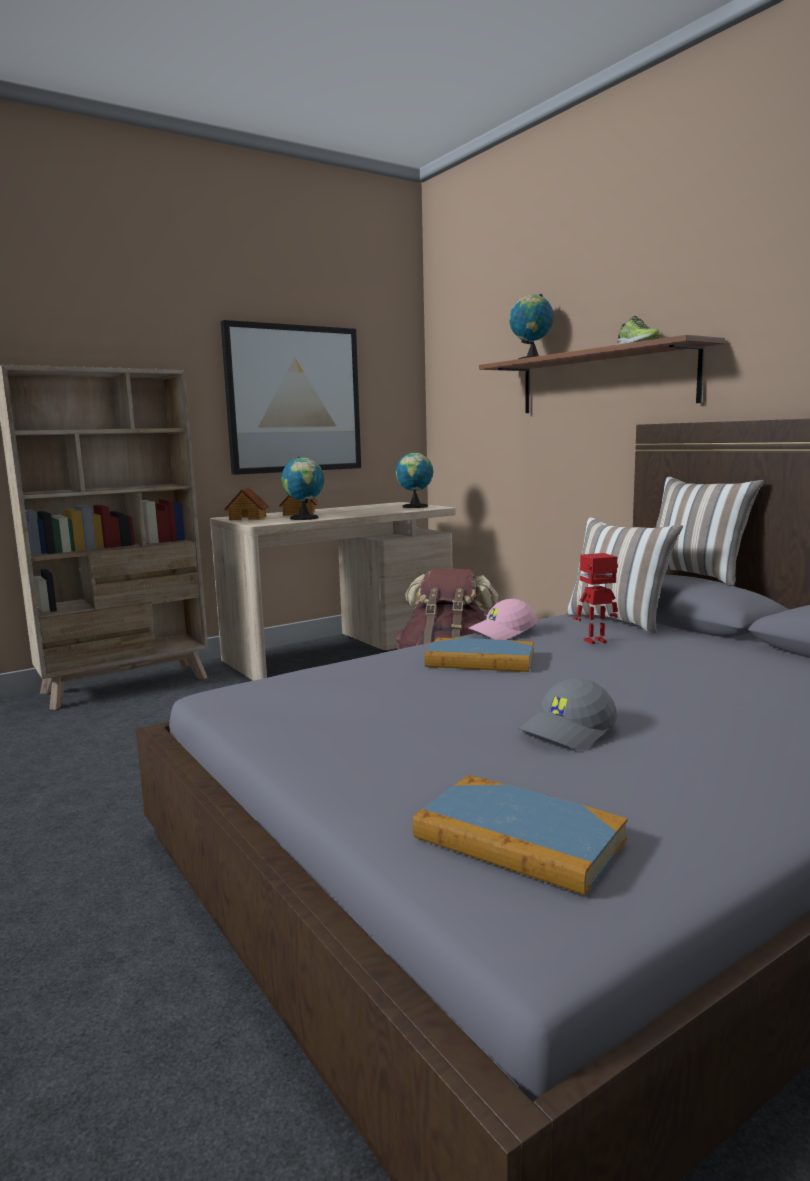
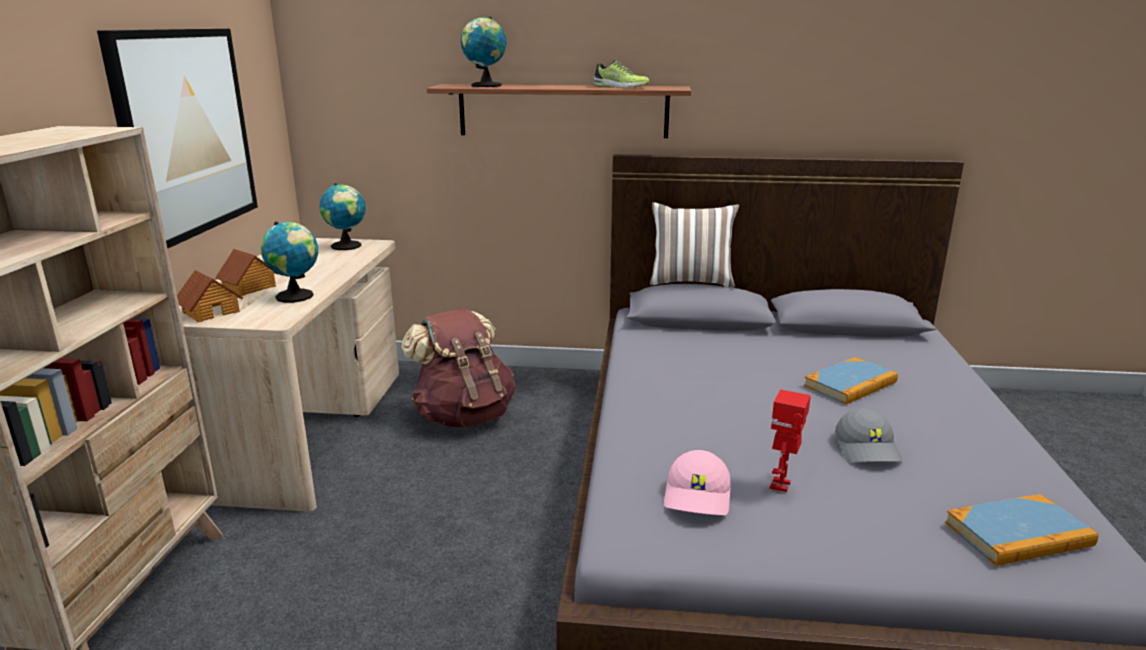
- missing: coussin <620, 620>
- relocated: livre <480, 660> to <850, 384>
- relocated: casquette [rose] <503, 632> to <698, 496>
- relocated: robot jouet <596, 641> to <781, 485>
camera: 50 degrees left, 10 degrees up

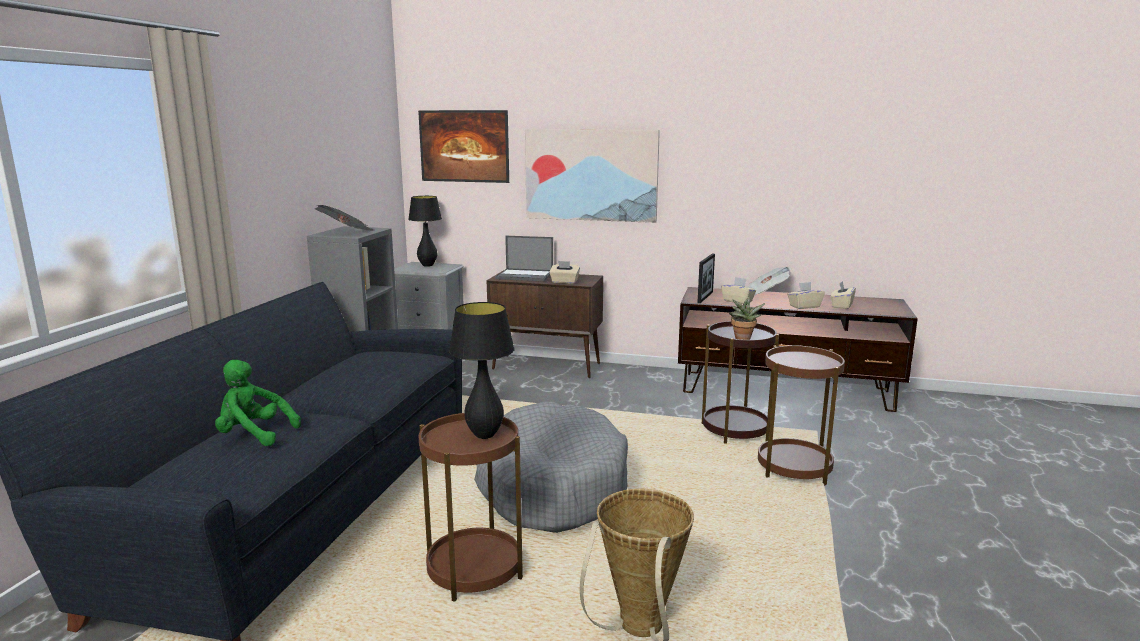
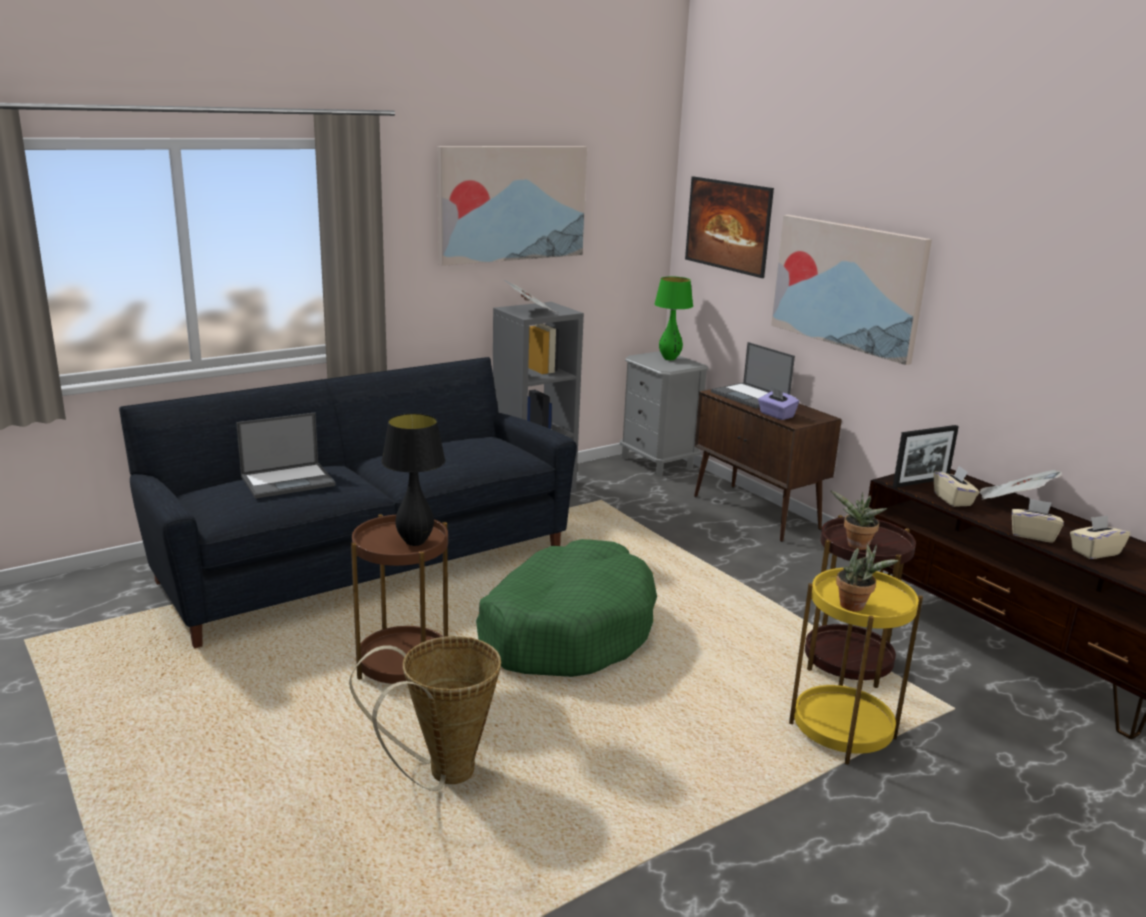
- appeared: tableau <512, 203>
- appeared: plante en pot <856, 606>
- exchanged: peluche [vert] <254, 435> to ordinateur portable <289, 480>
- colour: lampe de table [noir] <427, 265> to lampe de table [vert] <669, 359>
- colour: panier pour chien [gris] <551, 486> to panier pour chien [vert] <567, 630>
- colour: boîte à mouchoirs [beige] <564, 282> to boîte à mouchoirs [violet] <776, 415>
- colour: table d'appoint [marron] <794, 468> to table d'appoint [jaune] <842, 731>
camera: 40 degrees right, 5 degrees up

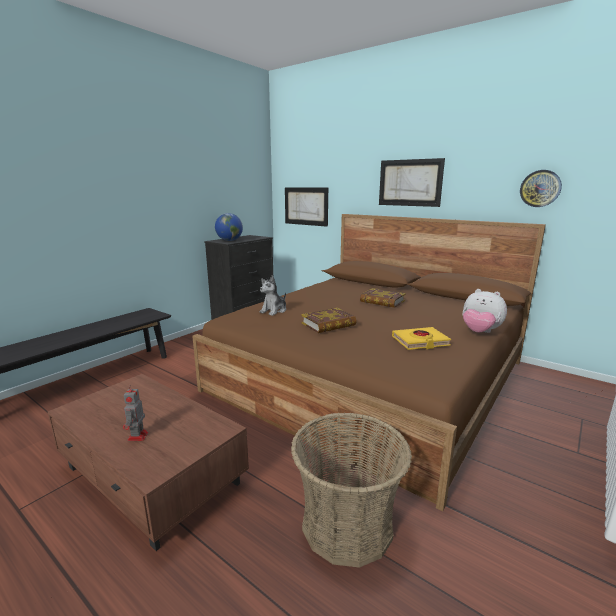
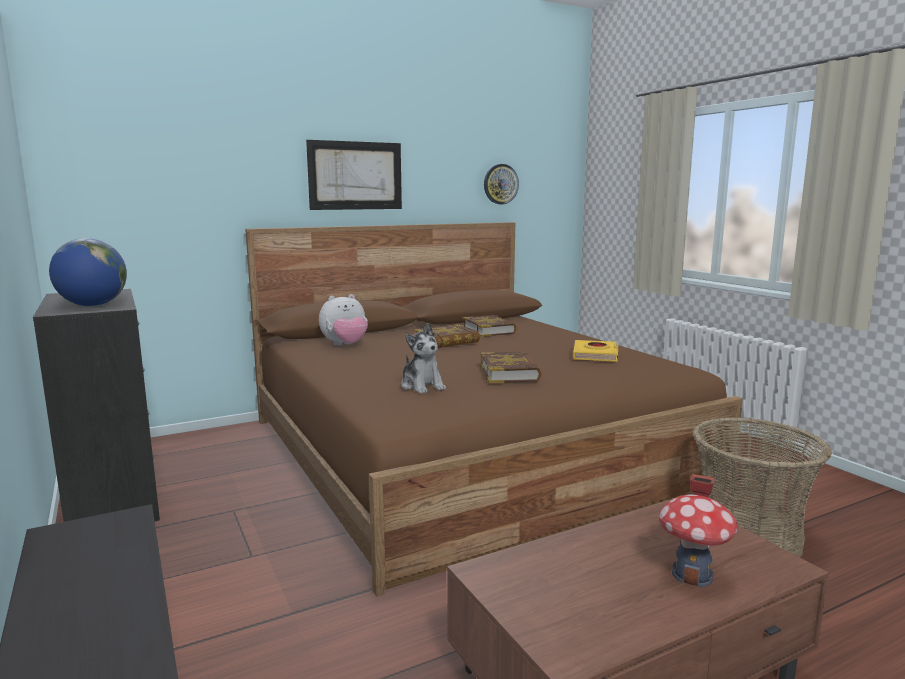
- missing: tableau <306, 206>
- appeared: livre <489, 330>
- relocated: peluche <480, 332> to <345, 345>
- exchanged: robot jouet <137, 437> to maison miniature <692, 575>
camera: 65 degrees left, 5 degrees down

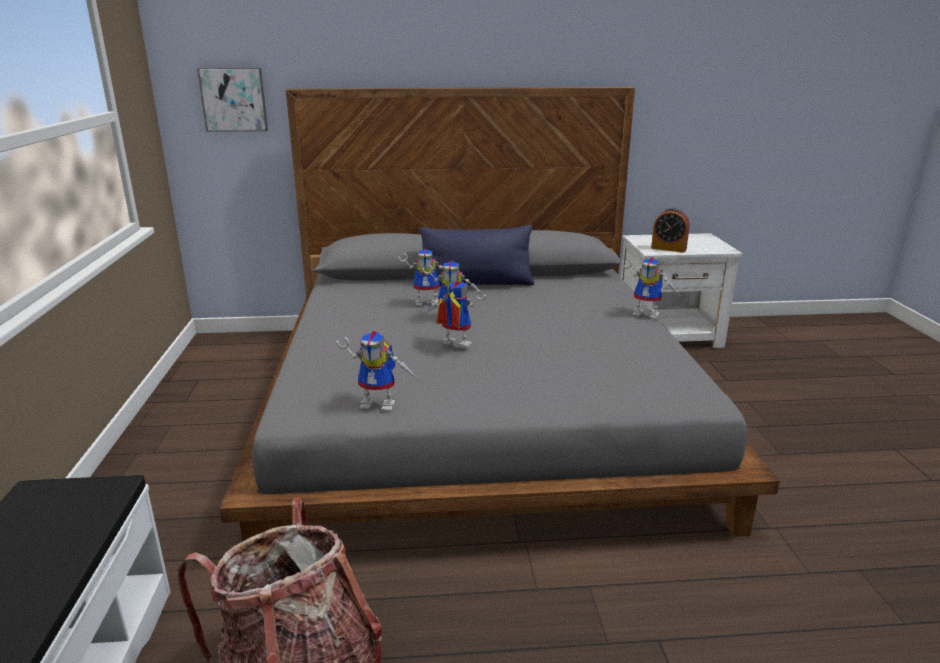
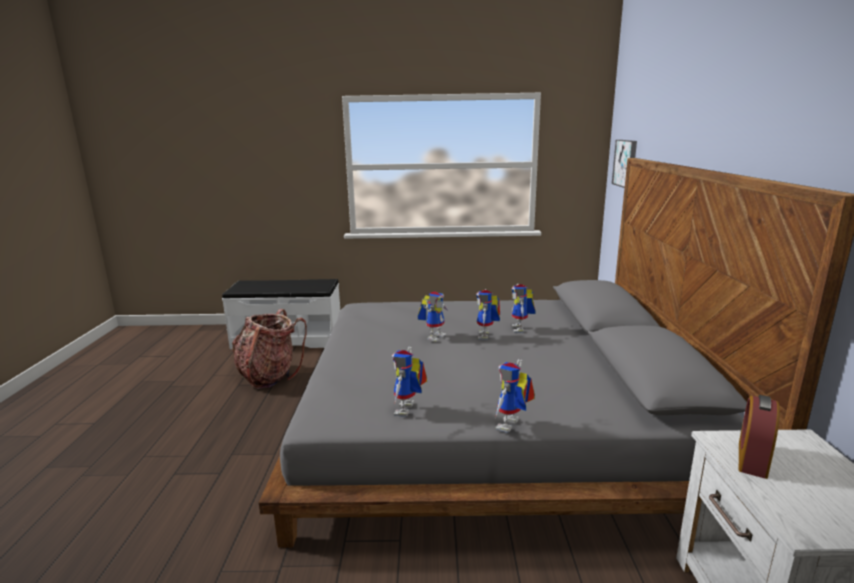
- missing: coussin [bleu] <477, 284>
- relocated: robot jouet <381, 403> to <408, 411>
camera: 95 degrees right, 5 degrees down

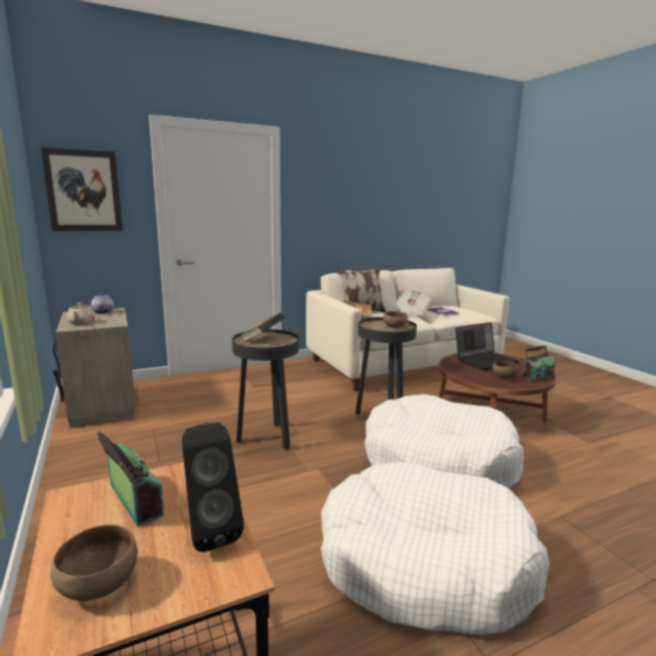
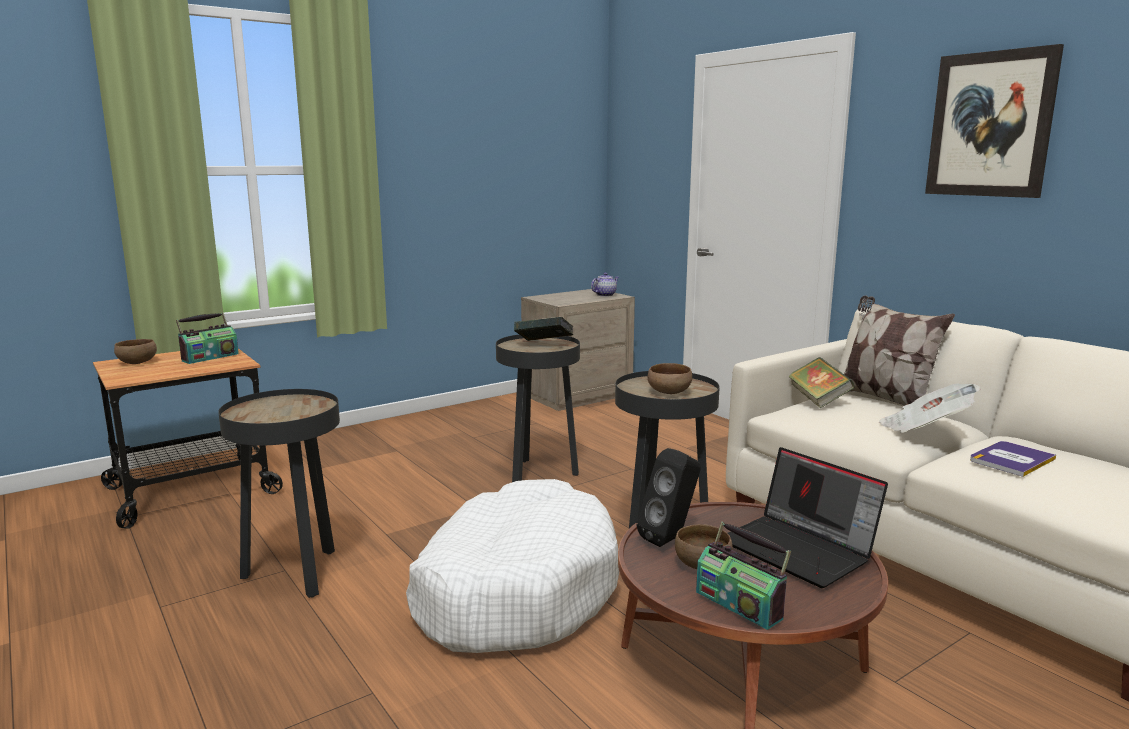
- missing: théière [beige] <81, 322>
- relocated: tableau <84, 191> to <990, 124>
- relocated: enceinte [noir] <210, 530> to <670, 539>
- exchanged: panier pour chien [blanc] <424, 563> to table d'appoint [noir] <296, 575>
camera: 80 degrees right, 0 degrees up

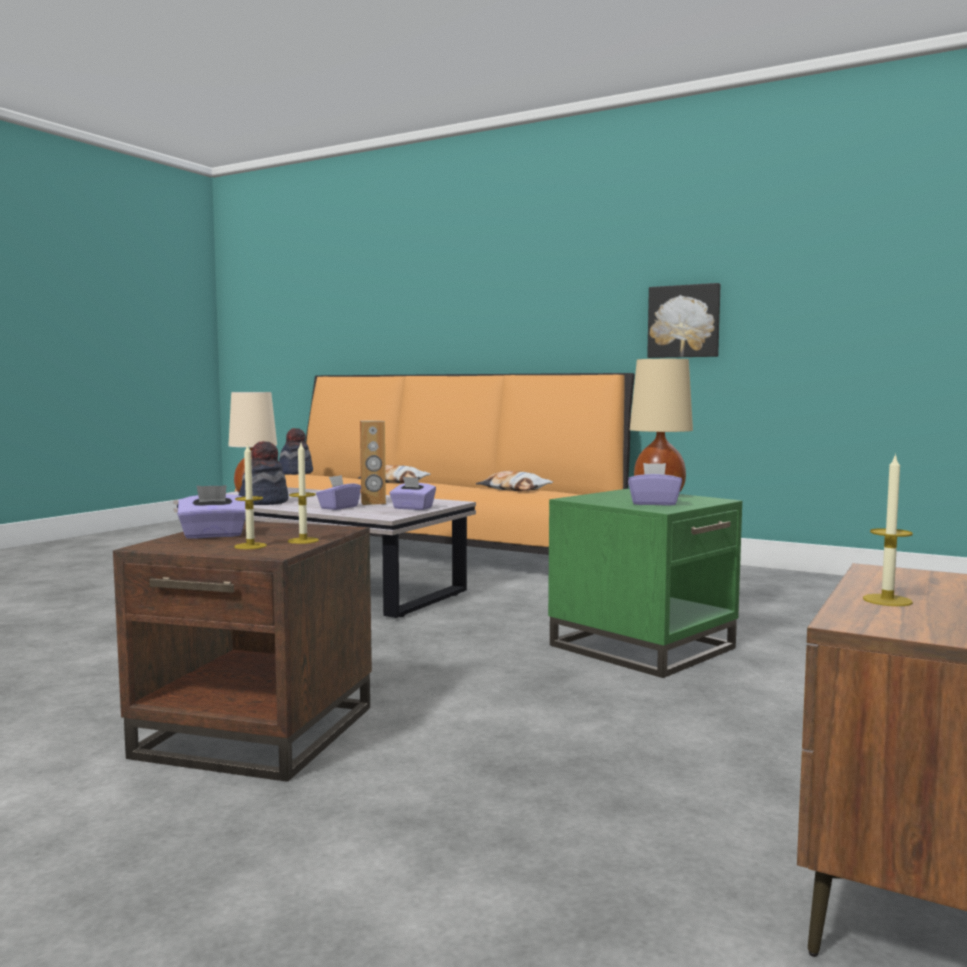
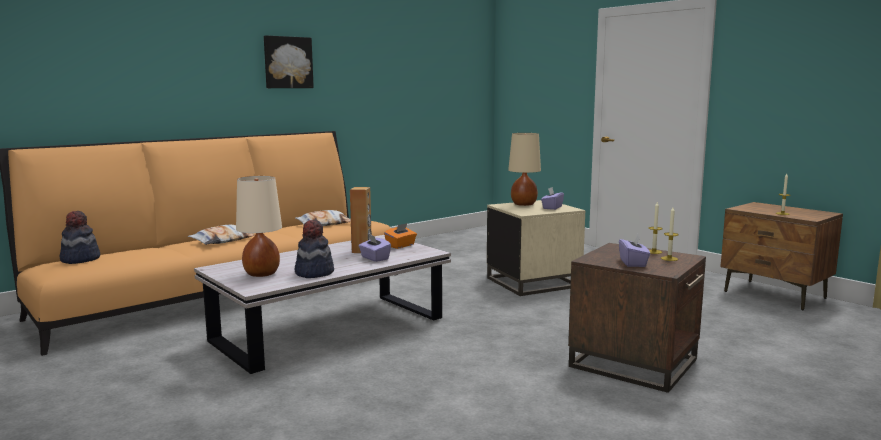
- relocated: tableau <684, 321> to <287, 62>
- colour: boîte à mouchoirs [violet] <412, 508> to boîte à mouchoirs [orange] <401, 246>
- colour: table d'appoint [vert] <643, 646> to table d'appoint [beige] <532, 282>
camera: 70 degrees left, 5 degrees up

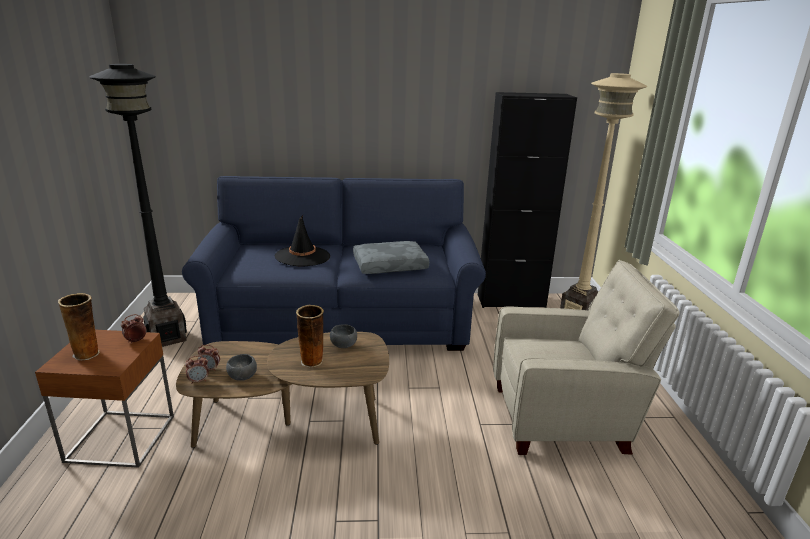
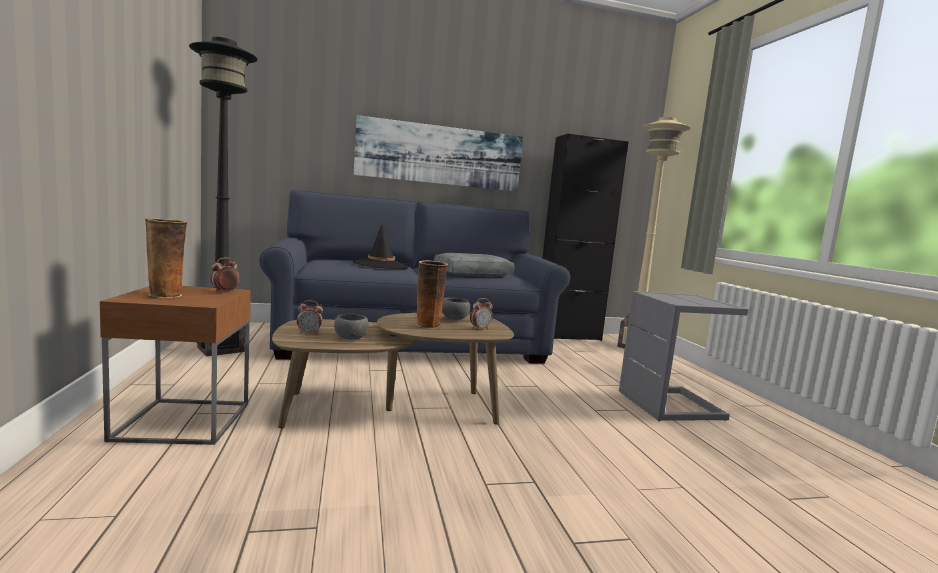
- appeared: tableau <440, 155>
- relocated: réveil <199, 381> to <480, 329>
- exchanged: fauteuil [beige] <564, 419> to table d'appoint [gris] <672, 406>
camera: 10 degrees left, 15 degrees down

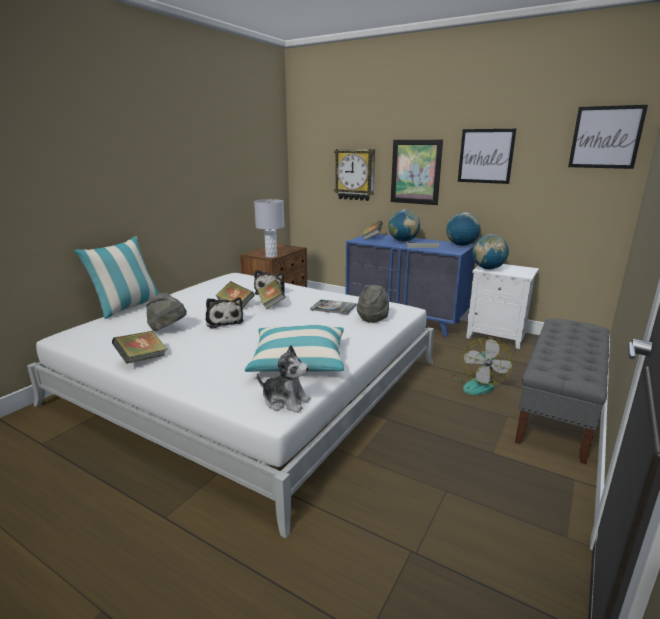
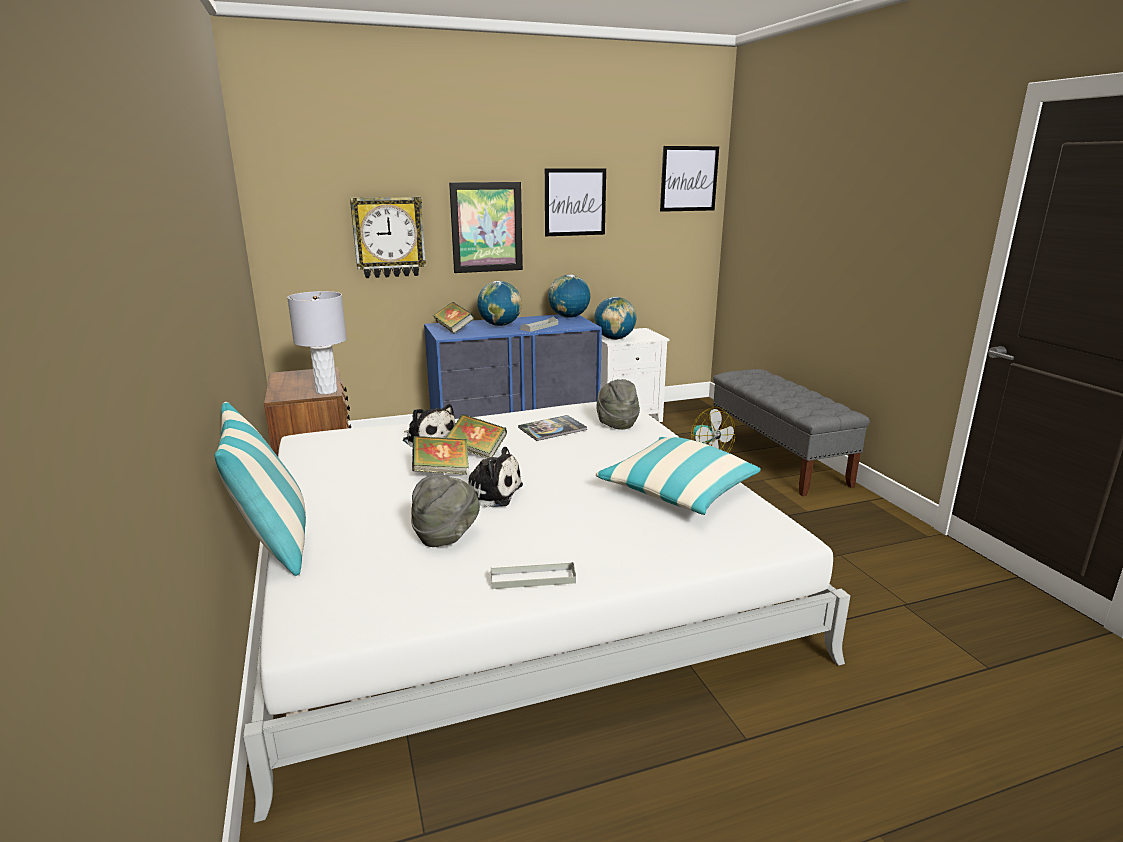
- missing: peluche <285, 401>
- exchanged: livre <142, 359> to plateau [gris] <532, 578>
camera: 50 degrees left, 0 degrees up

